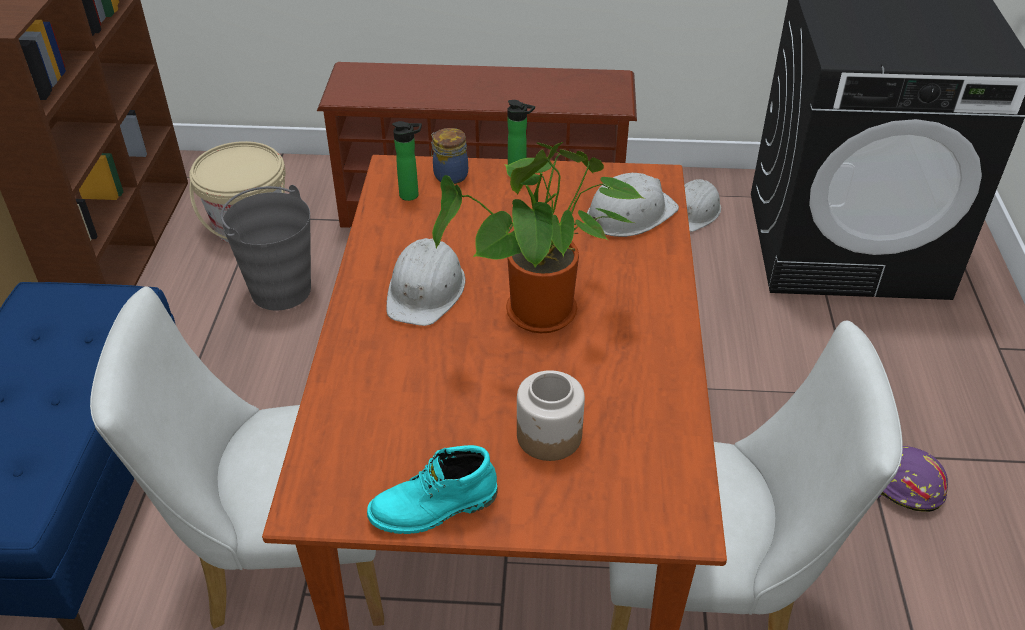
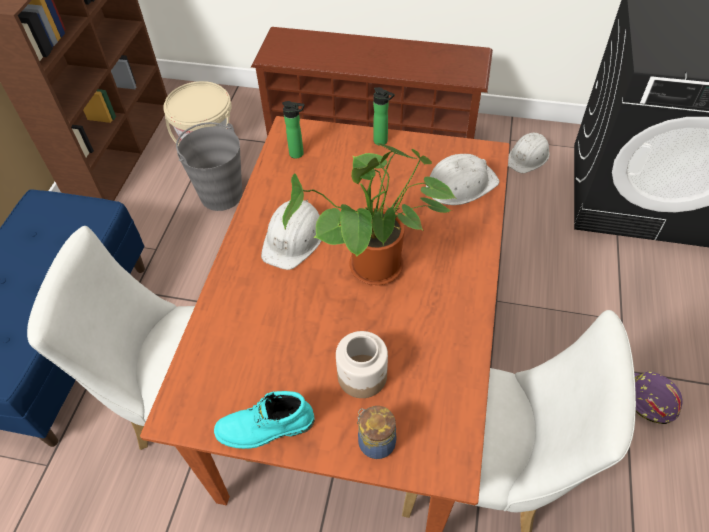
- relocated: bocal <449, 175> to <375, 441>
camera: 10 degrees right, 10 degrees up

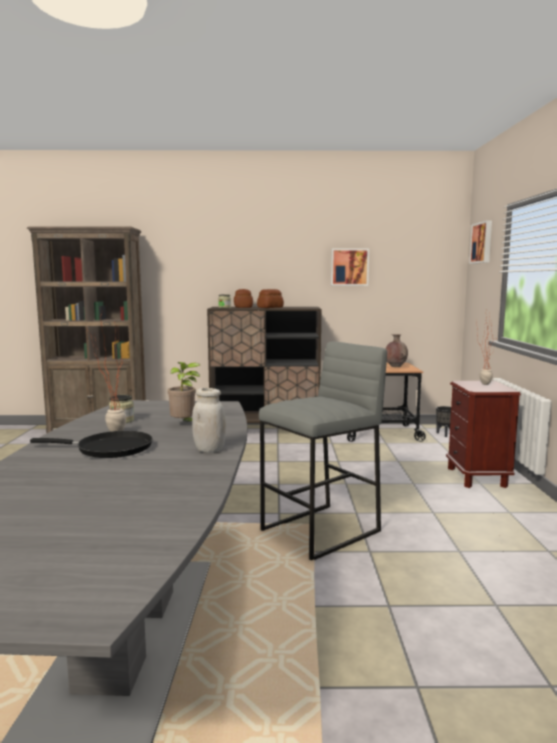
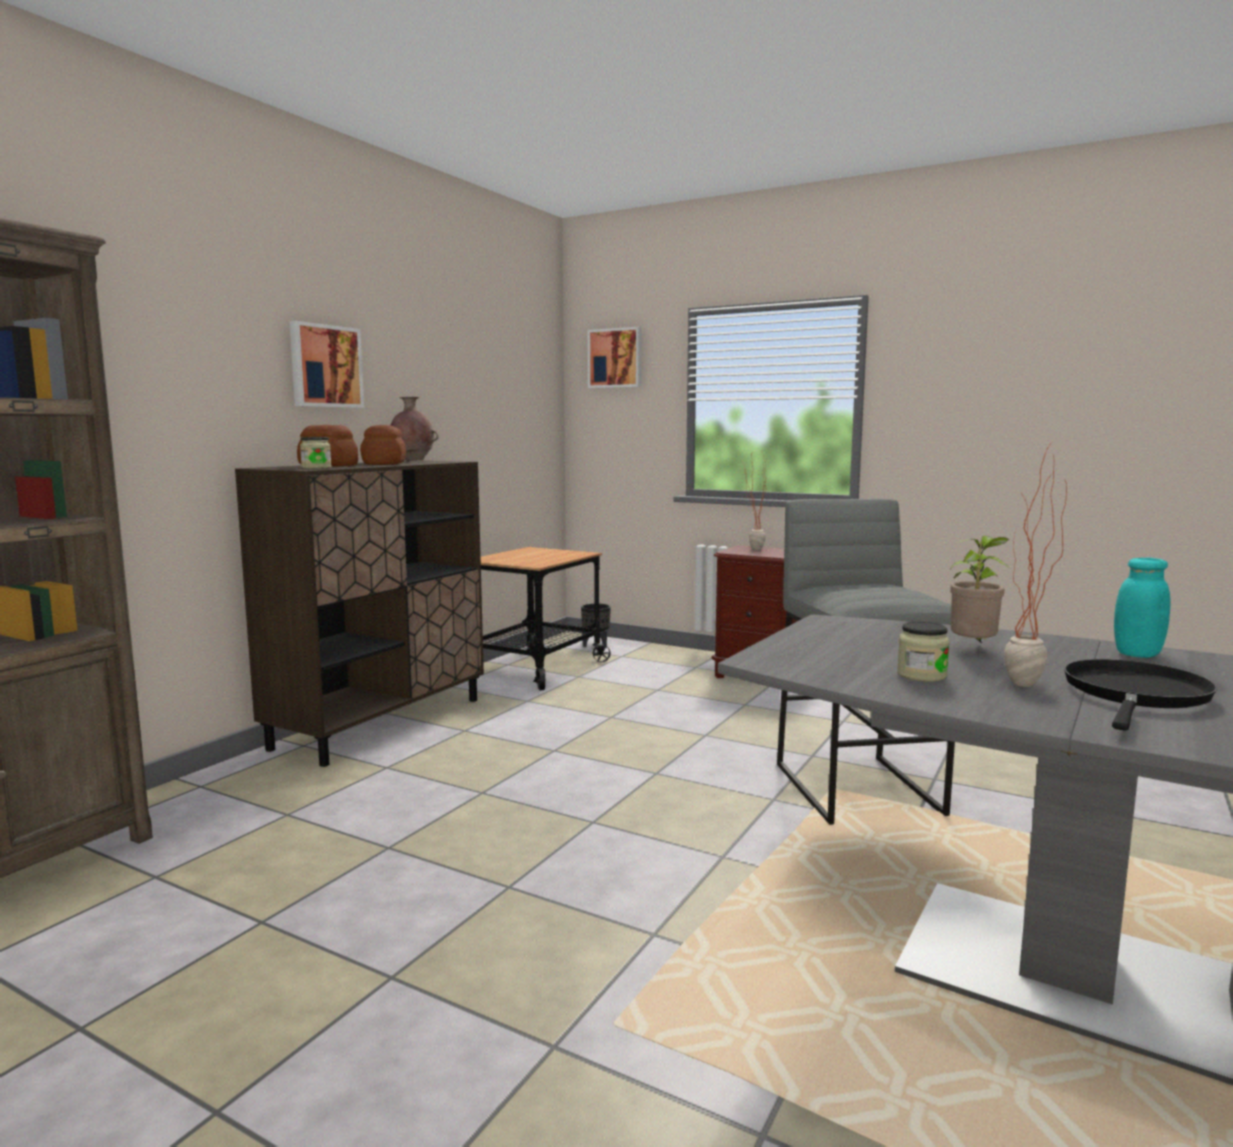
- relocated: tableau <349, 267> to <325, 366>
- relocated: vase [marron] <395, 367> to <412, 460>
- colour: bocal [blanc] <209, 450> to bocal [turquoise] <1137, 654>
camera: 60 degrees left, 0 degrees up

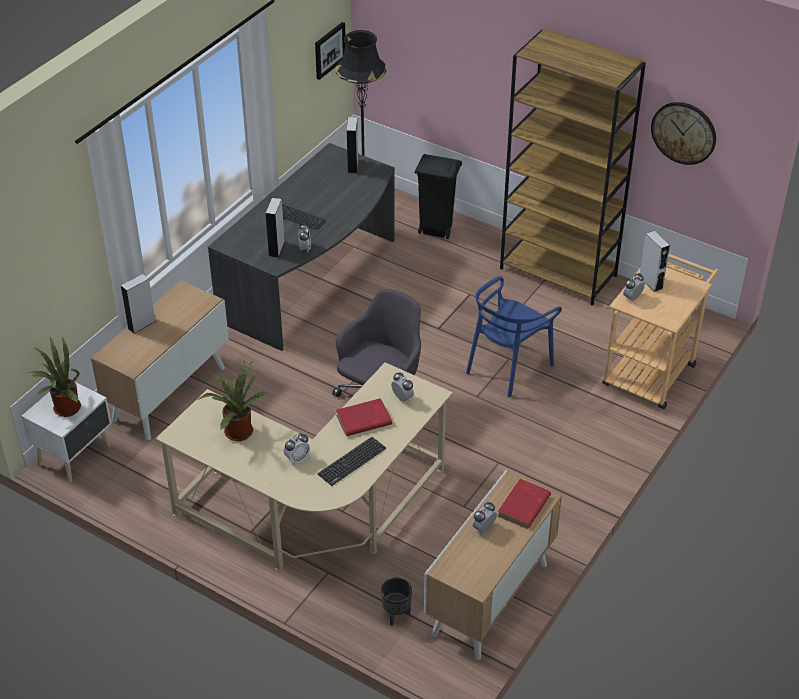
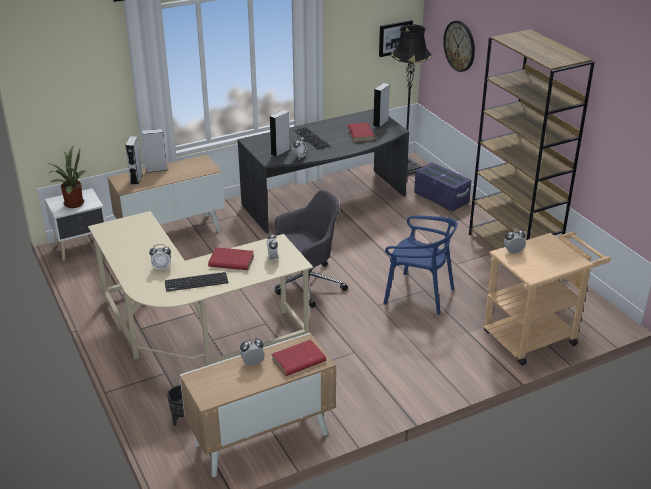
- missing: plante en pot <237, 430>
- appeared: livre [rouge] <361, 134>
- relocated: enceinte [gris] <650, 282> to <136, 179>
- relocated: horloge murale <684, 132> to <459, 46>
- exchanged: poubelle [noir] <435, 230> to boîte de rangement [violet] <441, 198>
- spun: chaise [bleu] <508, 367> = <418, 295> 135 degrees counterclockwise
camera: 30 degrees right, 10 degrees down

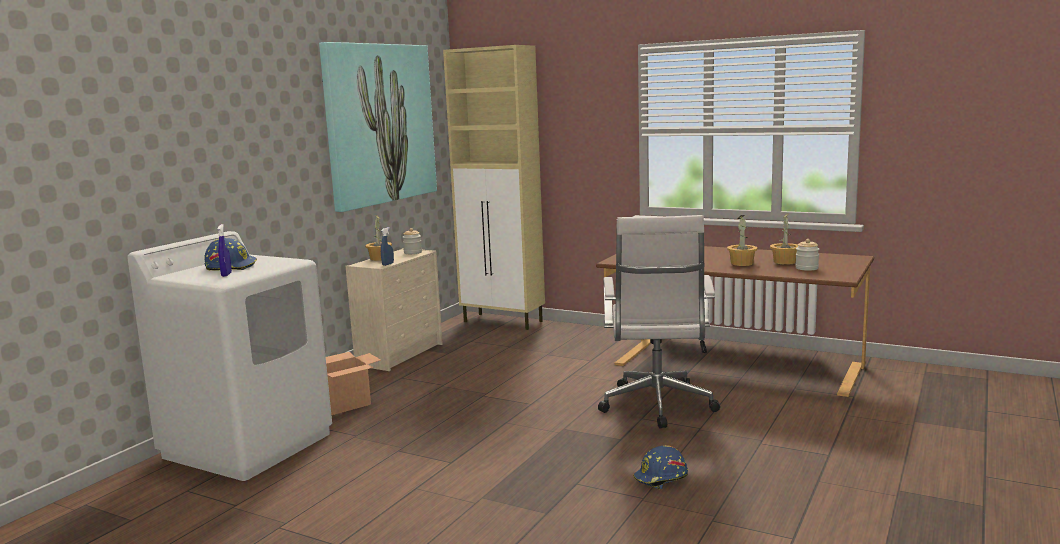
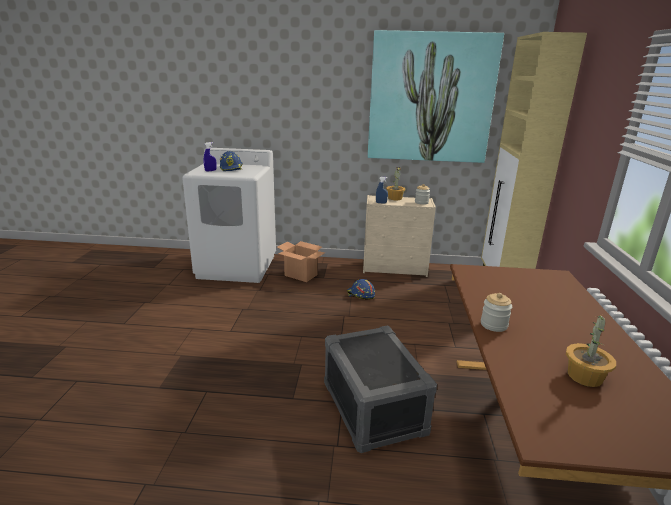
- missing: plante en pot <742, 263>
- relocated: casque de chantier [bleu] <661, 478> to <360, 295>
- relocated: bocal <806, 268> to <494, 325>
- exchanged: chaise de bureau [blanc] <657, 407> to boîte de rangement [gris] <372, 407>
camera: 65 degrees right, 10 degrees up

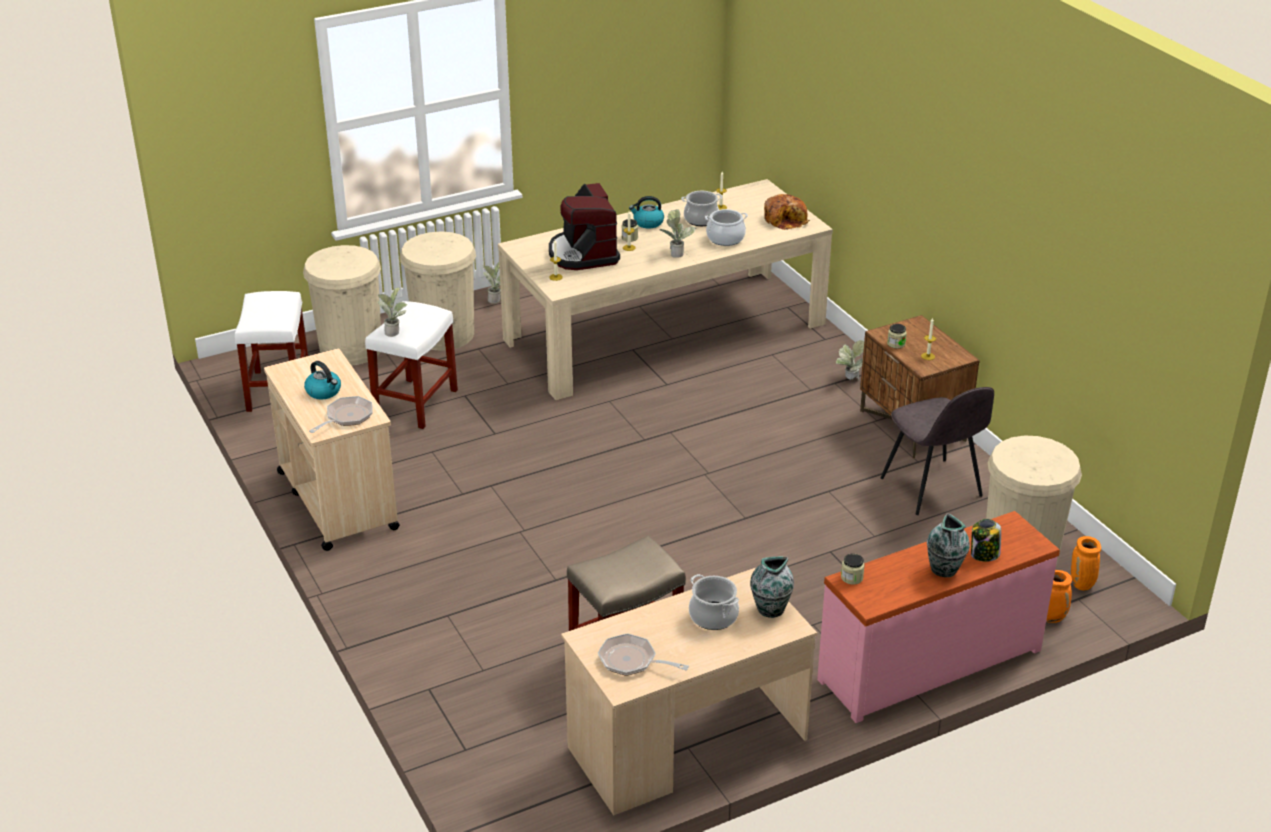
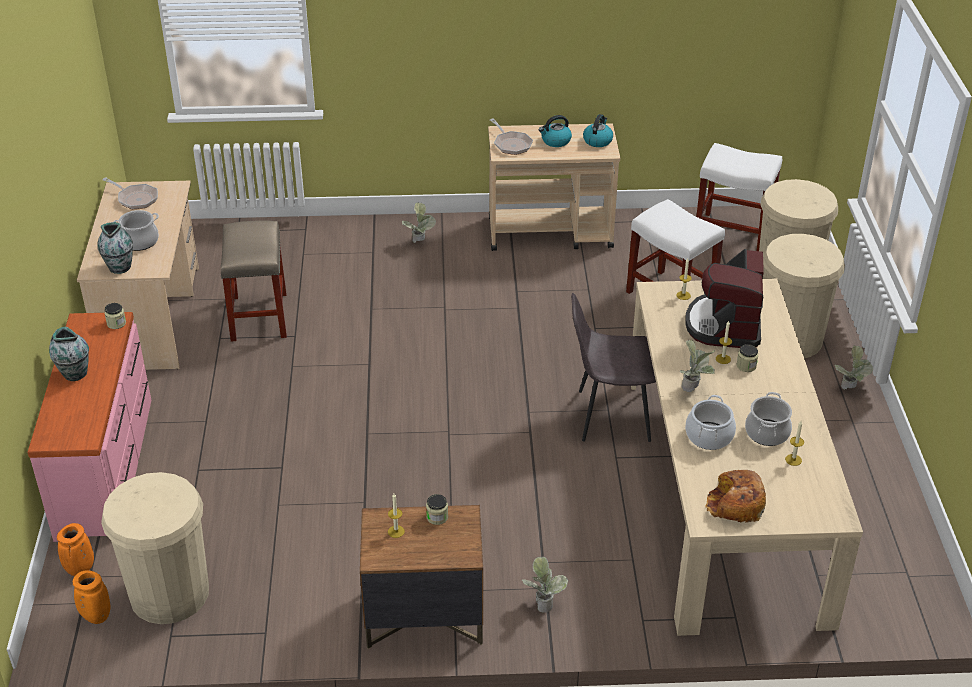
- missing: bocal <984, 554>
- relocated: plante en pot <394, 331> to <420, 242>
- relocated: bouilloire <648, 223> to <597, 140>
- relocated: chaise [gris] <932, 489> to <611, 416>
- spun: machine à café <583, 254> = <724, 325> 90 degrees counterclockwise
- spun: poêle <632, 661> = <135, 198> 75 degrees clockwise
camera: 115 degrees right, 5 degrees up

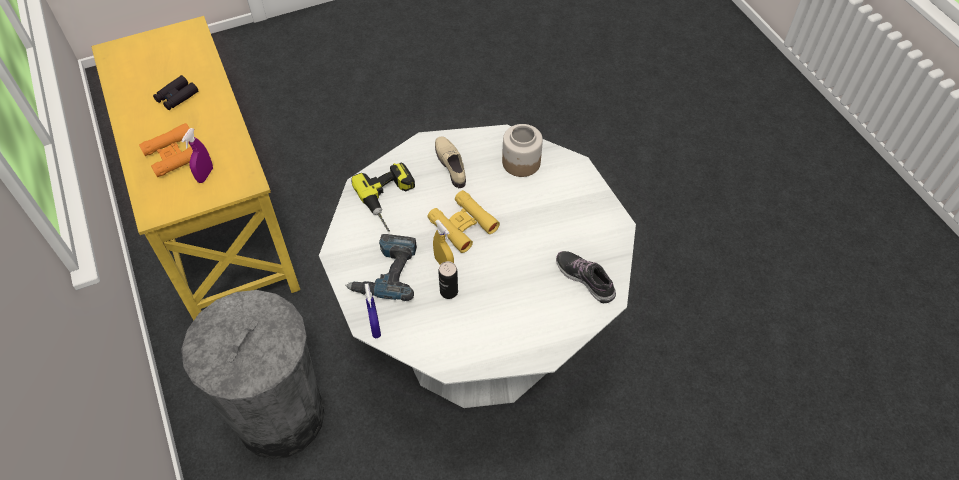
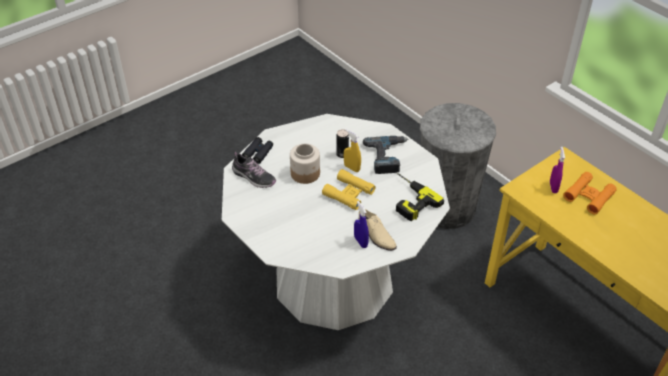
- relocated: jumelles [noir] <177, 97> to <258, 153>
- relocated: vaporisateur [bleu] <375, 327> to <360, 242>
- relocated: bocal <520, 162> to <305, 173>
camera: 165 degrees right, 10 degrees down

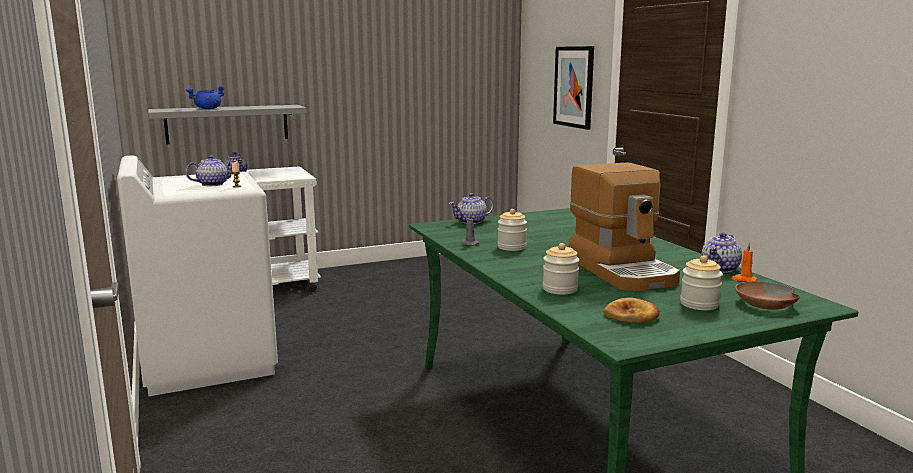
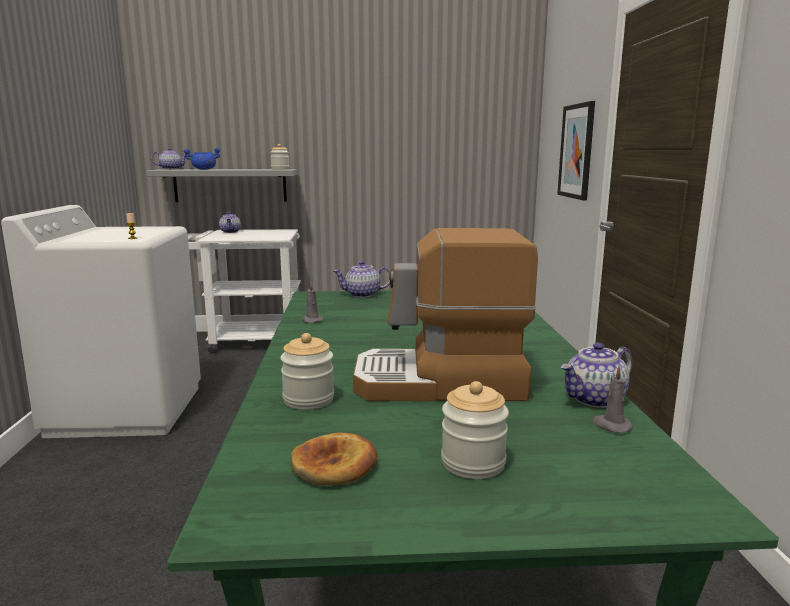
- missing: bol [marron] <765, 304>
- relocated: théière <213, 184> to <171, 169>
- relocated: bocal <511, 247> to <280, 169>
- colour: bougie [orange] <743, 279> to bougie [gris] <610, 425>
- spun: machine à café <623, 271> = <440, 382> 90 degrees clockwise
camera: 20 degrees right, 0 degrees up

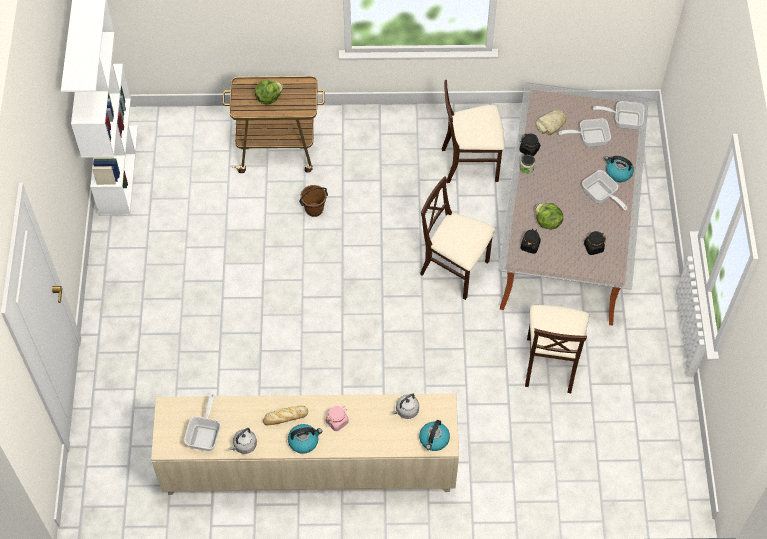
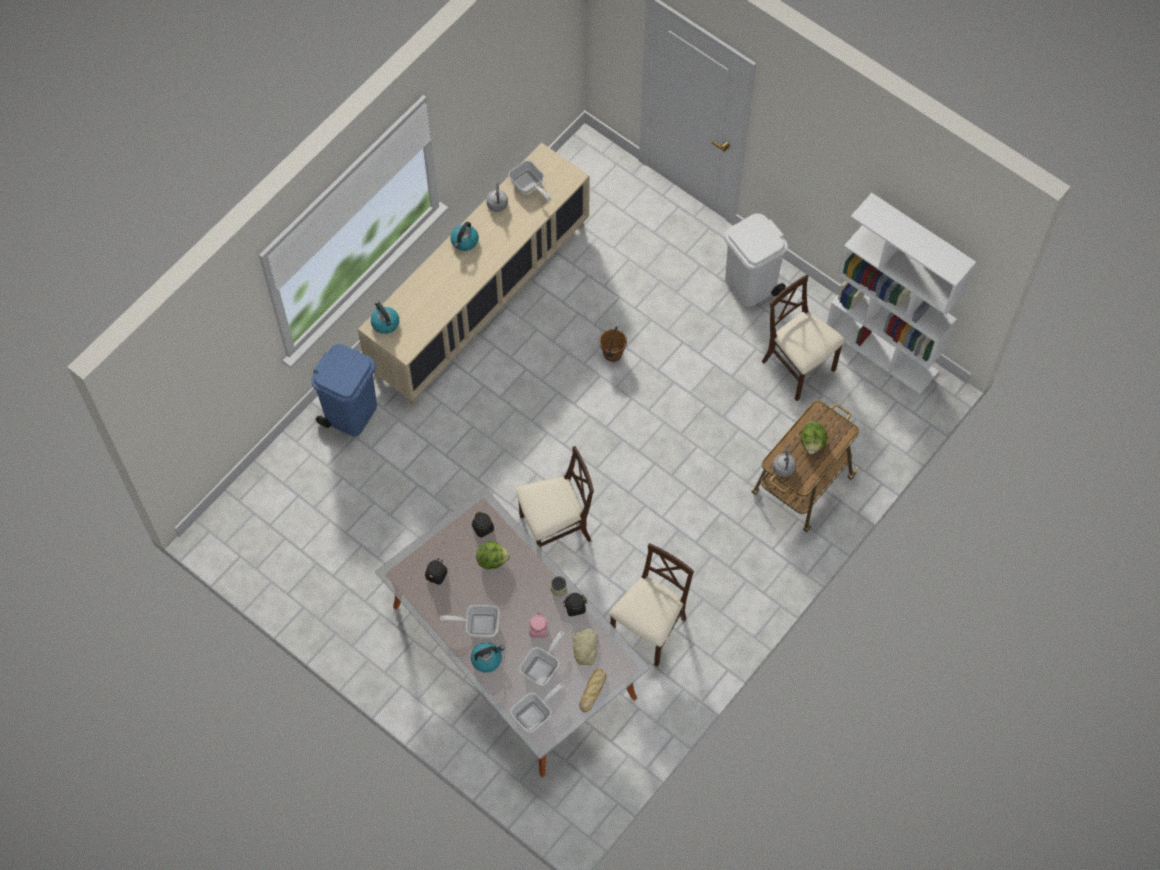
- appeared: poubelle [bleu] <351, 412>
- appeared: poubelle [blanc] <750, 285>
- relocated: pain <285, 417> to <593, 690>
- relocated: seau [marron] <314, 210> to <612, 353>
- relocated: bocal [rose] <337, 421> to <538, 630>
- relocated: bouilloire [gris] <406, 411> to <783, 467>
- relocated: chaise [beige] <550, 364> to <798, 367>
camera: 130 degrees right, 5 degrees up

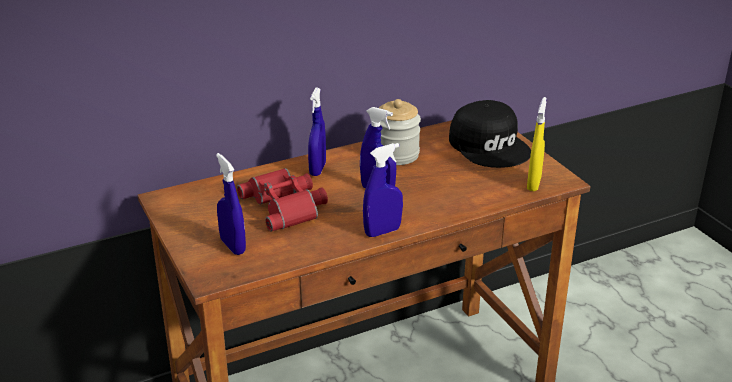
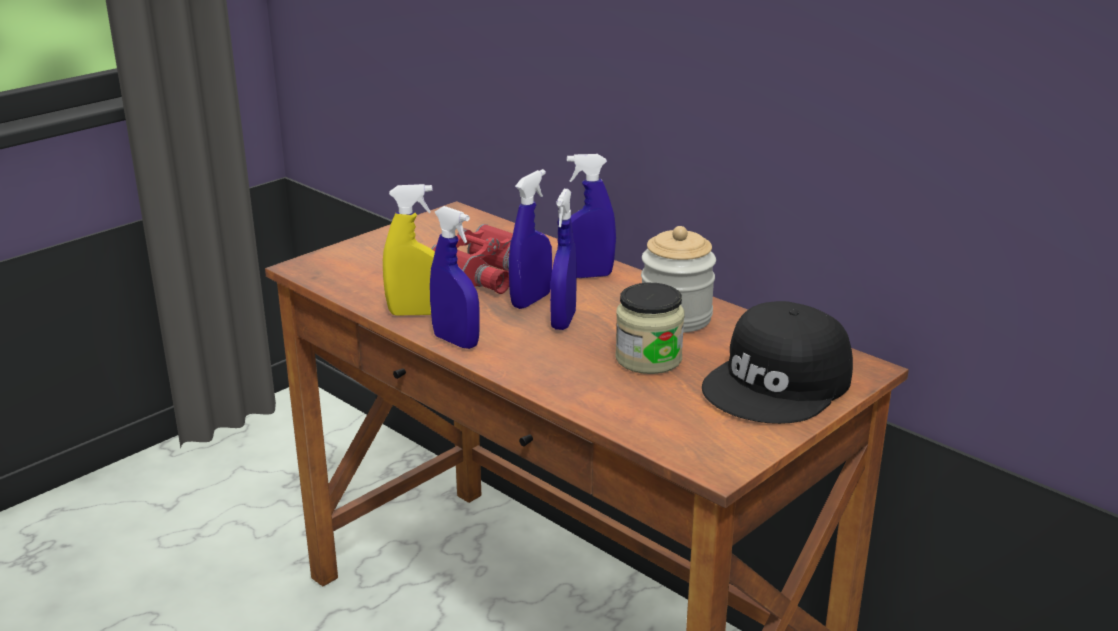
- appeared: bocal <648, 359>
- relocated: vaporisateur [bleu] <233, 246> to <531, 300>
- relocated: vaporisateur [jaune] <534, 184> to <416, 313>
camera: 70 degrees right, 5 degrees down

